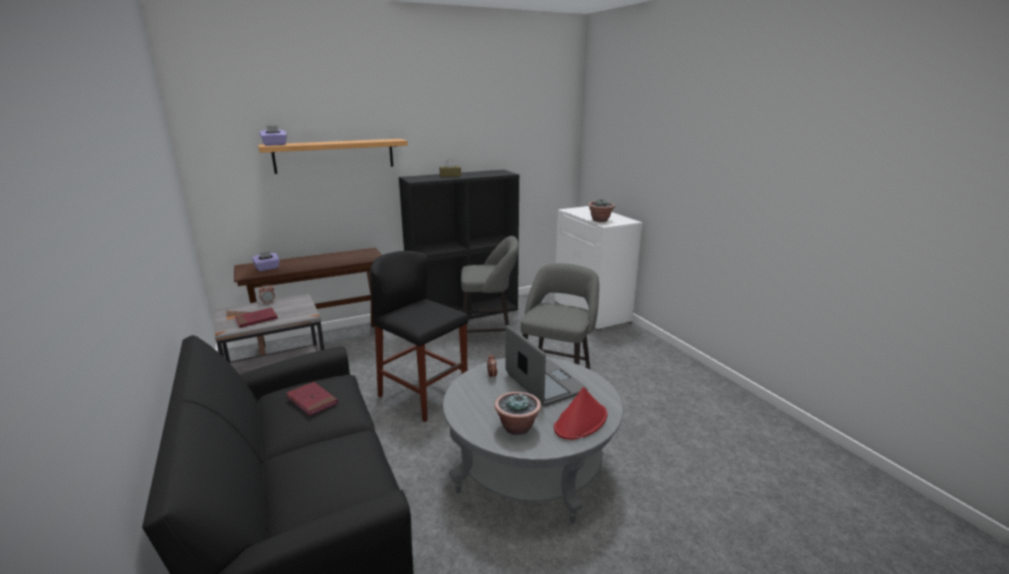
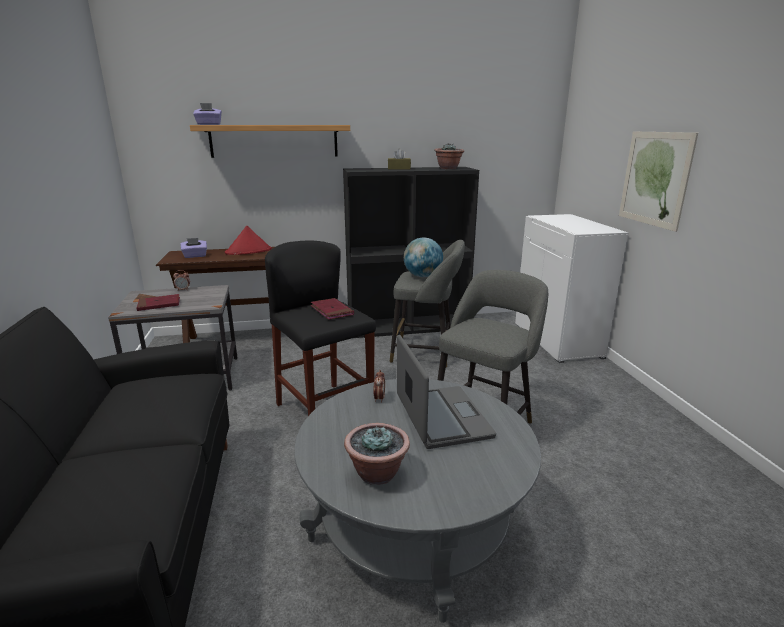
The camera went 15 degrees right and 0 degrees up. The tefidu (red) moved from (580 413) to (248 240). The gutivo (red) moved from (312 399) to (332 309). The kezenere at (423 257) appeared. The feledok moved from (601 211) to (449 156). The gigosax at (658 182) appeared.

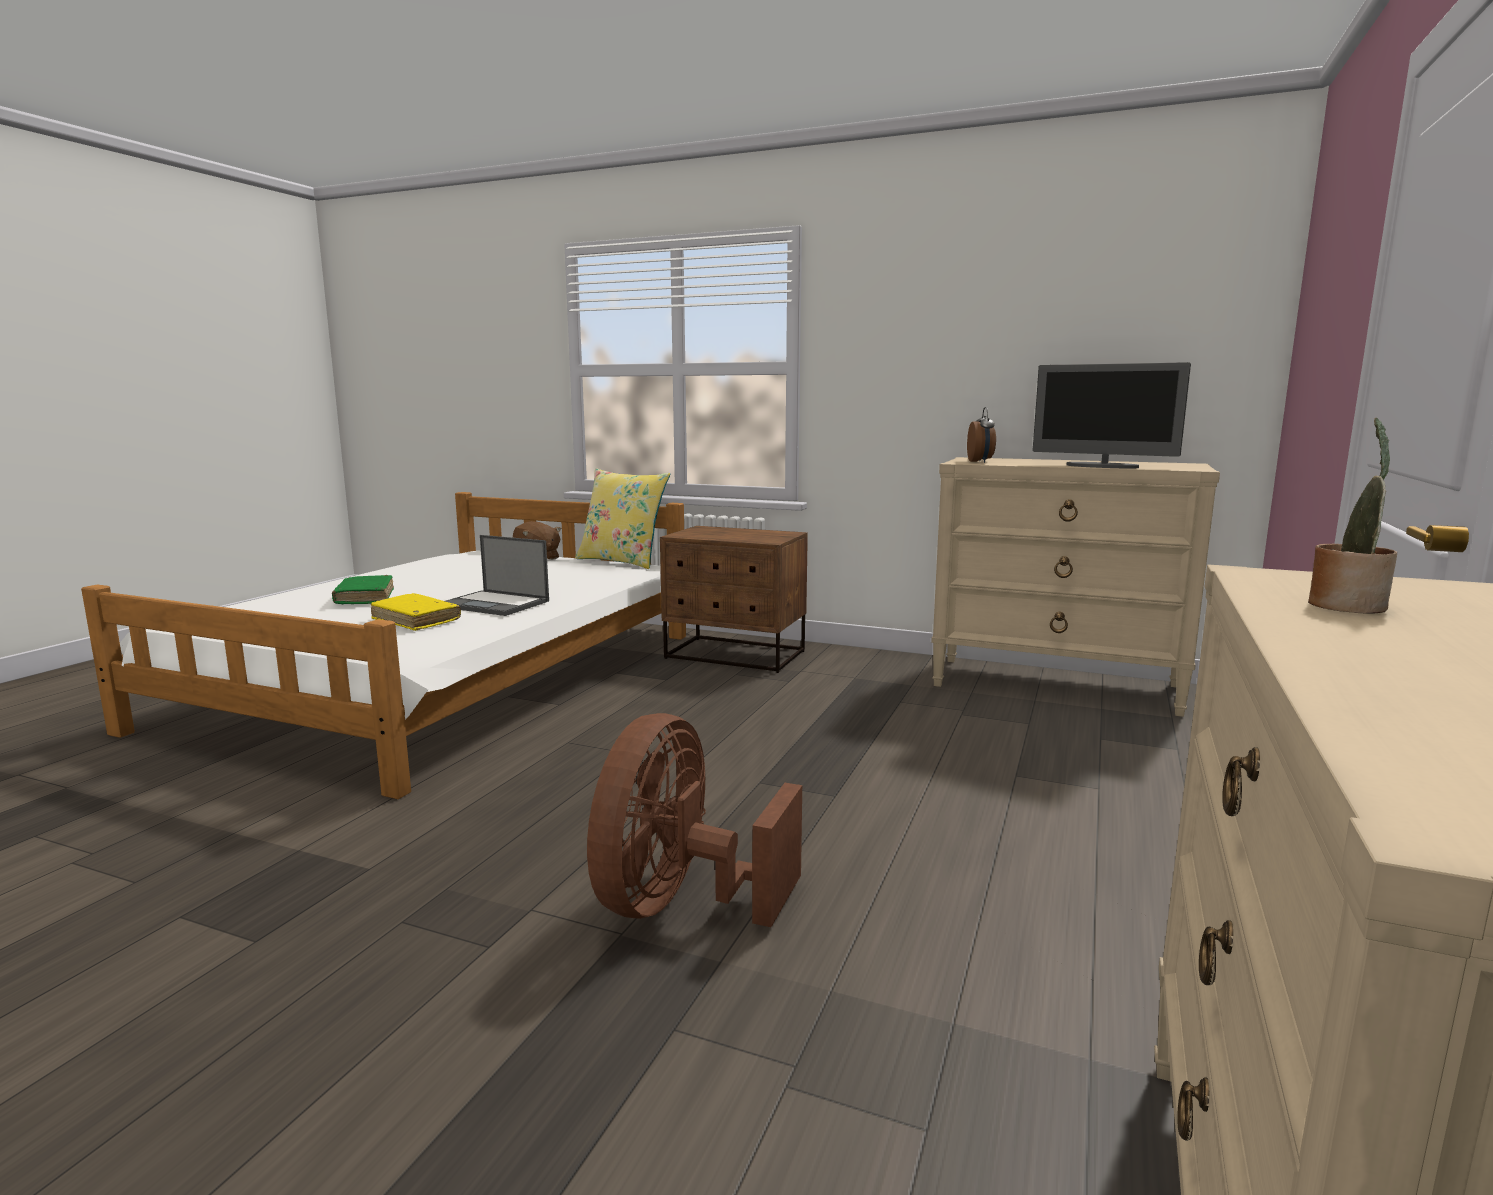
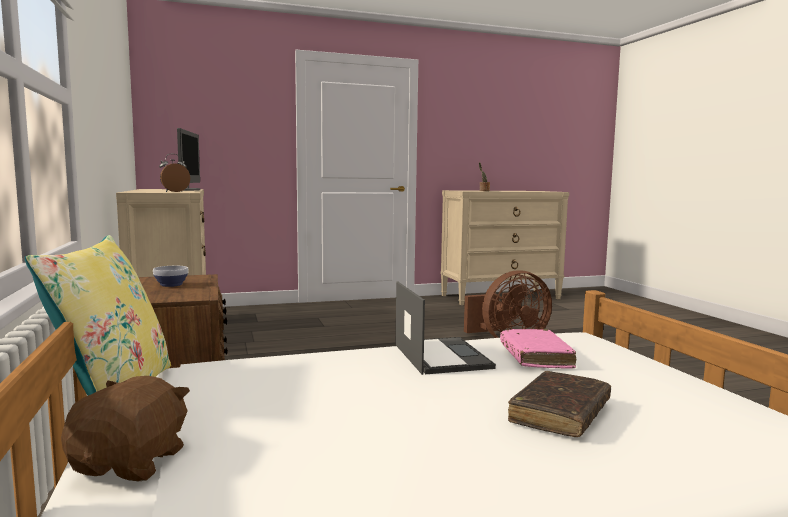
The camera went 130 degrees left and 5 degrees down. The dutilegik at (171 276) appeared. The gutivo (yellow) at (416 612) became the gutivo (pink) at (538 349). The gutivo (green) at (363 589) became the gutivo (brown) at (559 404).

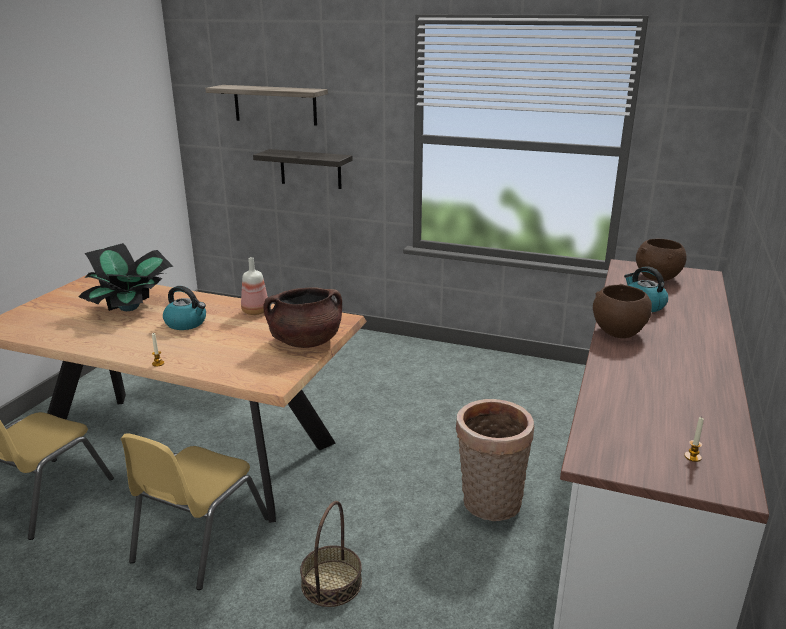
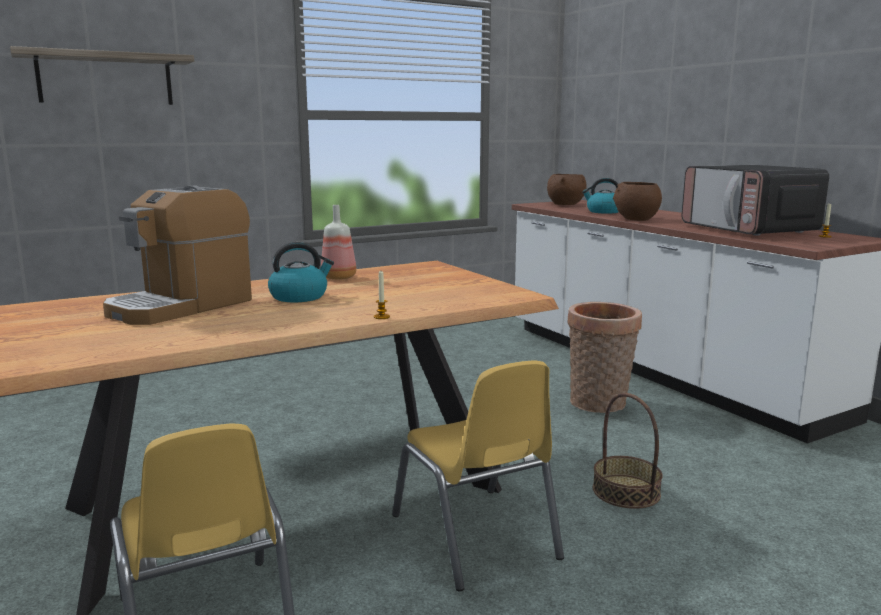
The camera went 50 degrees left and 10 degrees down. The feledok at (126 277) was replaced by the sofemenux at (177 255). The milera at (755 200) appeared. The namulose at (302 169) disappeared. The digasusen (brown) at (303 317) disappeared.

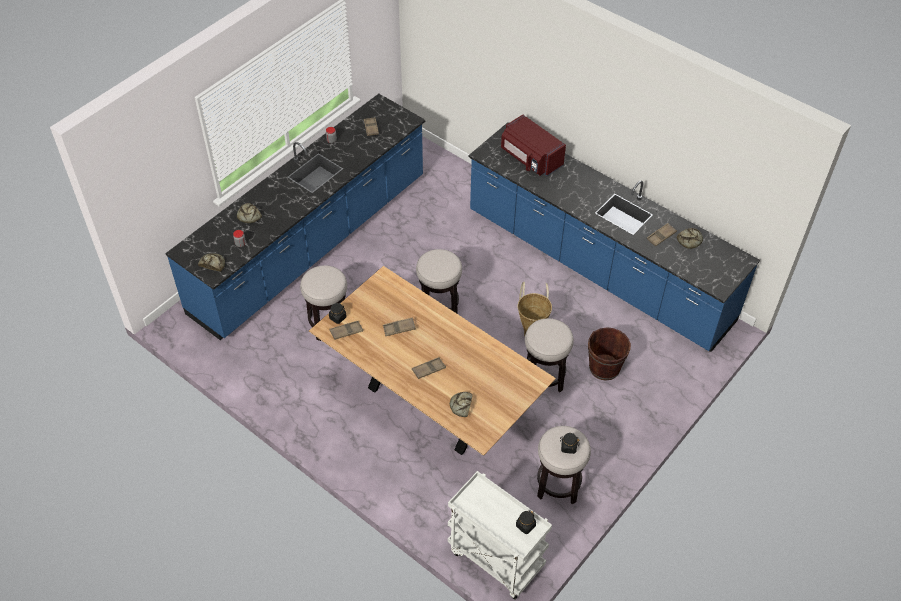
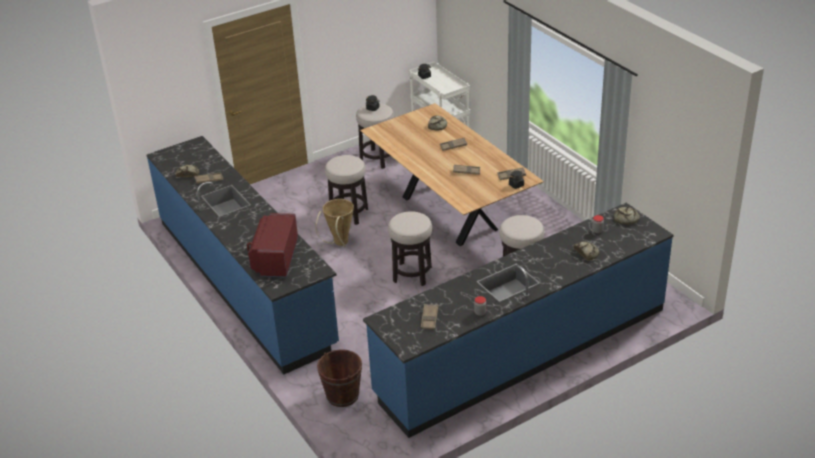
The camera went 160 degrees left and 15 degrees down. The milera (red) at (533 145) turned 150 degrees counterclockwise. The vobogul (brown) moved from (609 353) to (339 378).

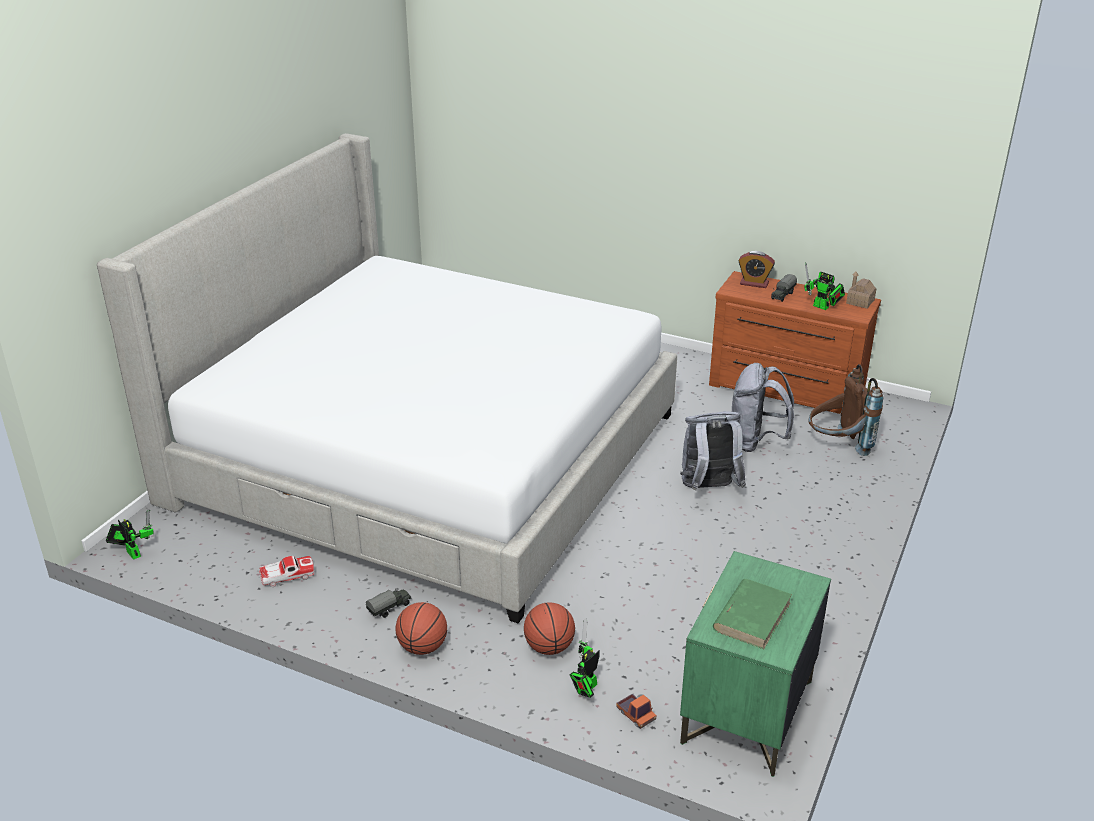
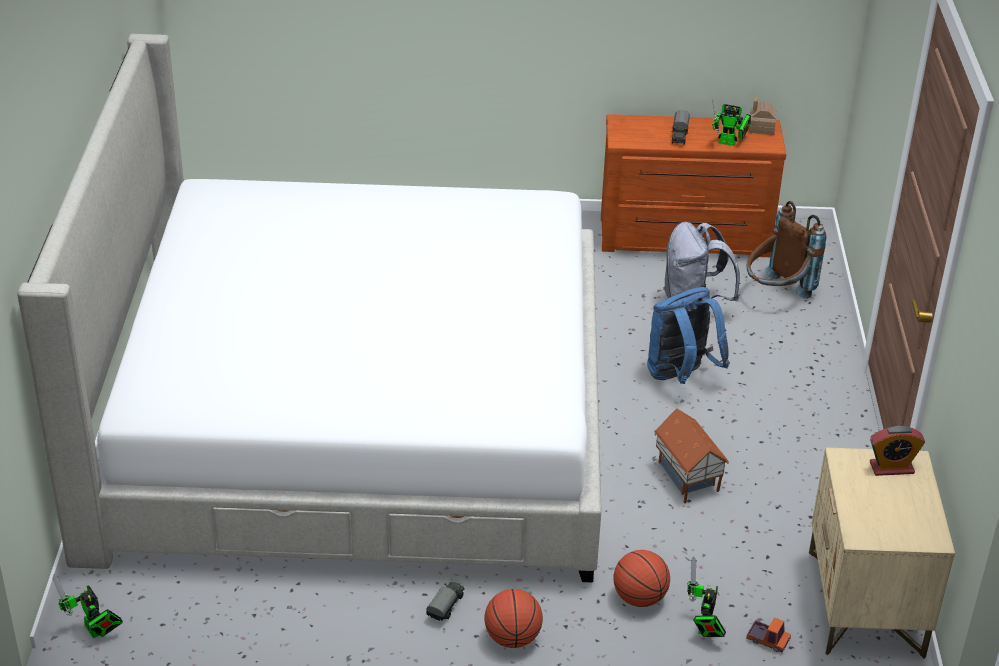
The camera went 25 degrees left and 5 degrees up. The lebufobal at (129 534) turned 150 degrees counterclockwise. The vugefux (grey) at (713 450) became the vugefux (blue) at (688 335). The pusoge at (691 455) appeared. The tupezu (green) at (755 664) became the tupezu (beige) at (882 553). The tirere moved from (757 269) to (897 451). The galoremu at (286 571) disappeared. The gutivo (green) at (752 614) disappeared.

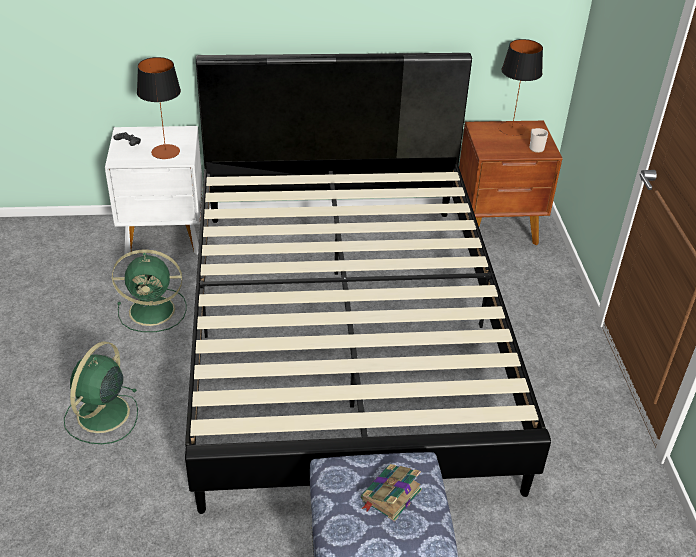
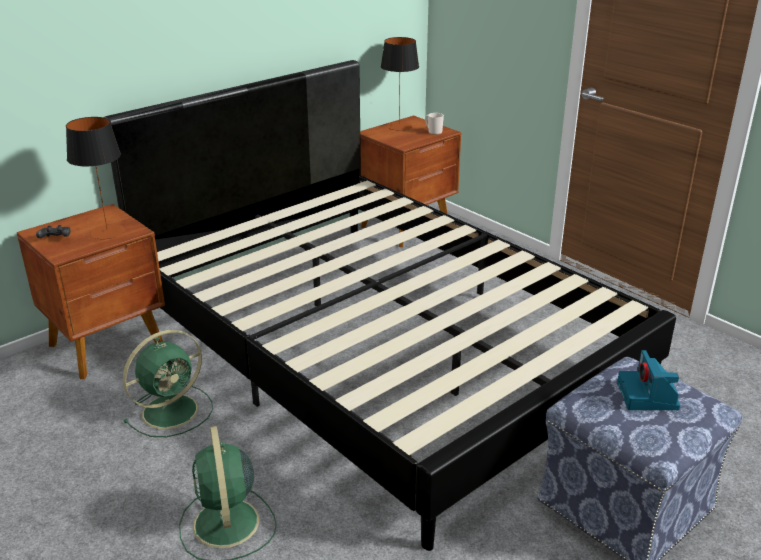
The camera went 35 degrees left and 10 degrees down. The tupezu (white) at (154 191) became the tupezu (brown) at (91 291). The gutivo at (391 493) was replaced by the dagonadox at (648 380).

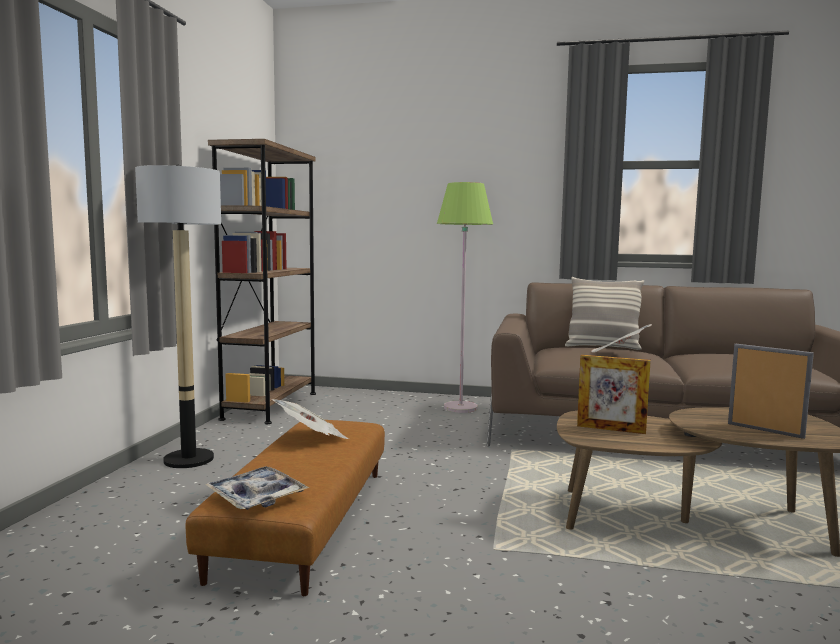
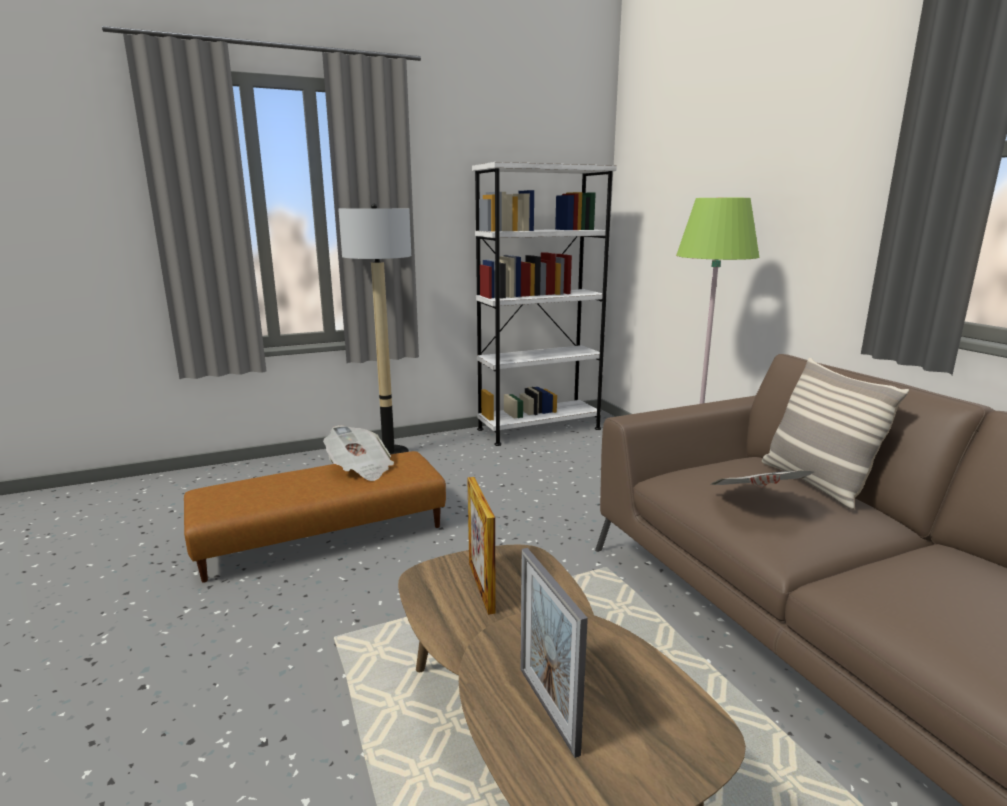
The camera went 55 degrees right and 10 degrees up. The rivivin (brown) at (262 281) became the rivivin (white) at (544 304). The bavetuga at (771 391) turned 150 degrees clockwise. The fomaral at (256 488) disappeared.

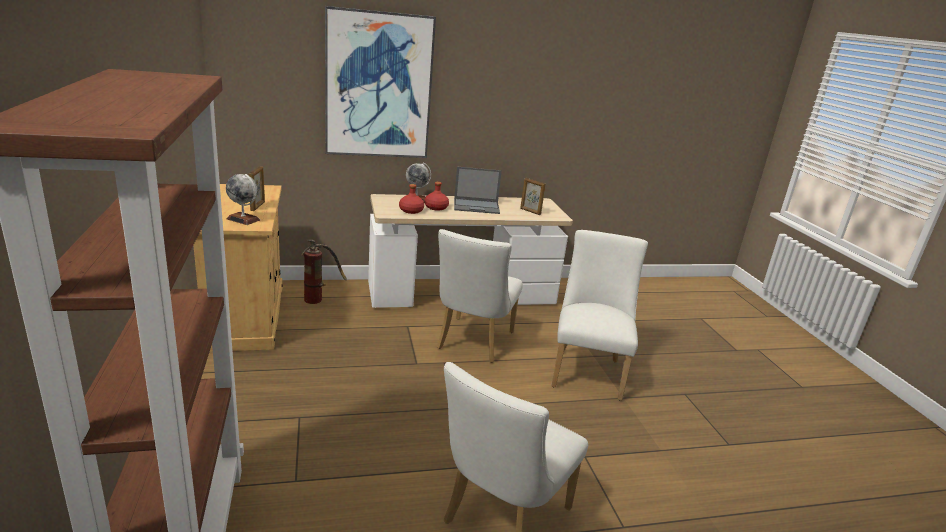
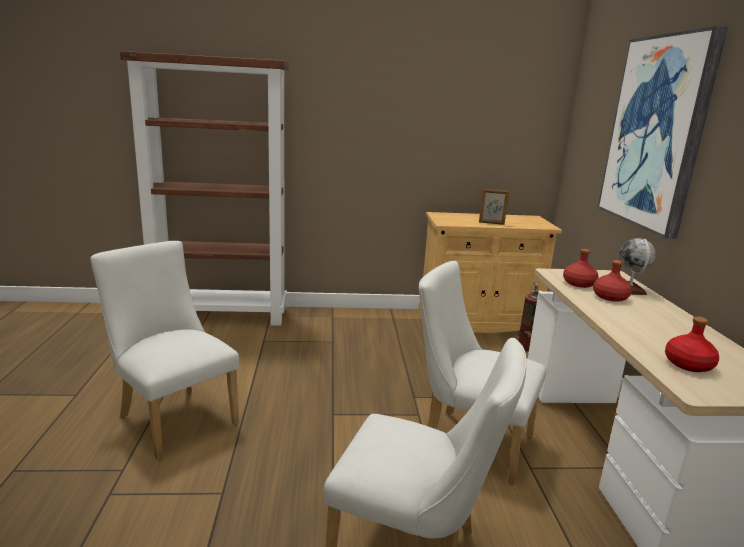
The camera went 100 degrees right and 5 degrees down. The bavetuga at (533 196) was replaced by the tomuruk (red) at (692 344). The kezenere at (243 199) disappeared. The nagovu at (478 190) disappeared.

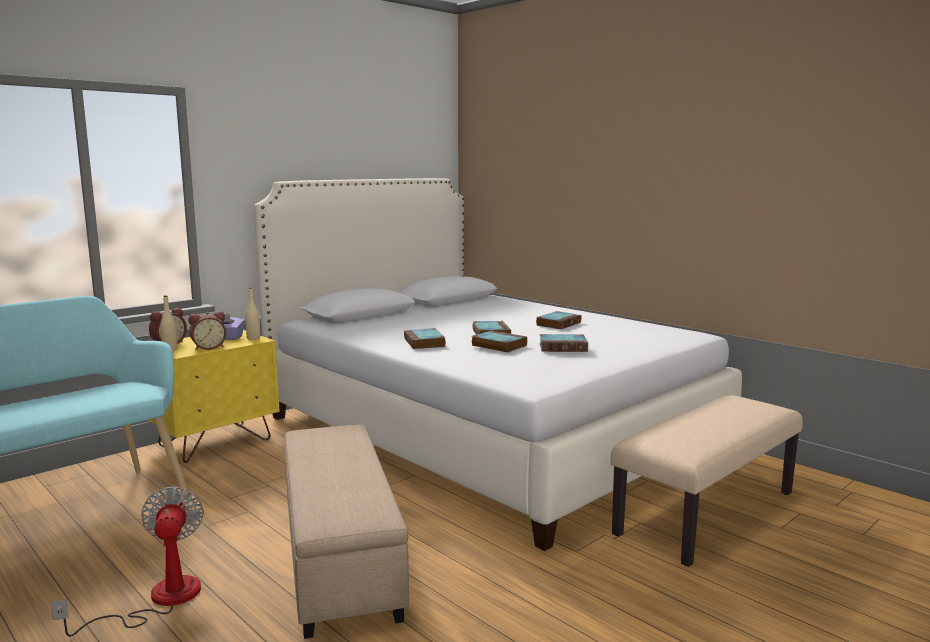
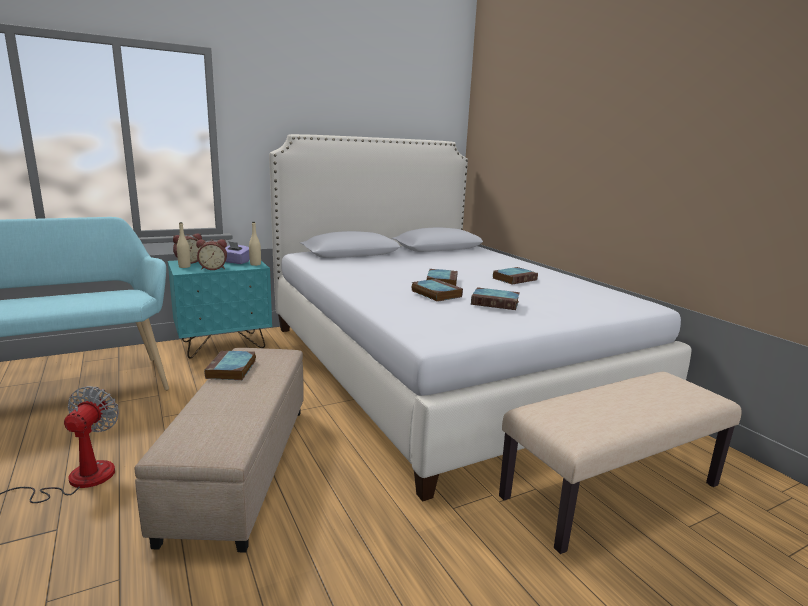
The camera went 15 degrees right and 5 degrees up. The tupezu (yellow) at (214 396) became the tupezu (turquoise) at (220 309). The gutivo moved from (425 338) to (230 365).

